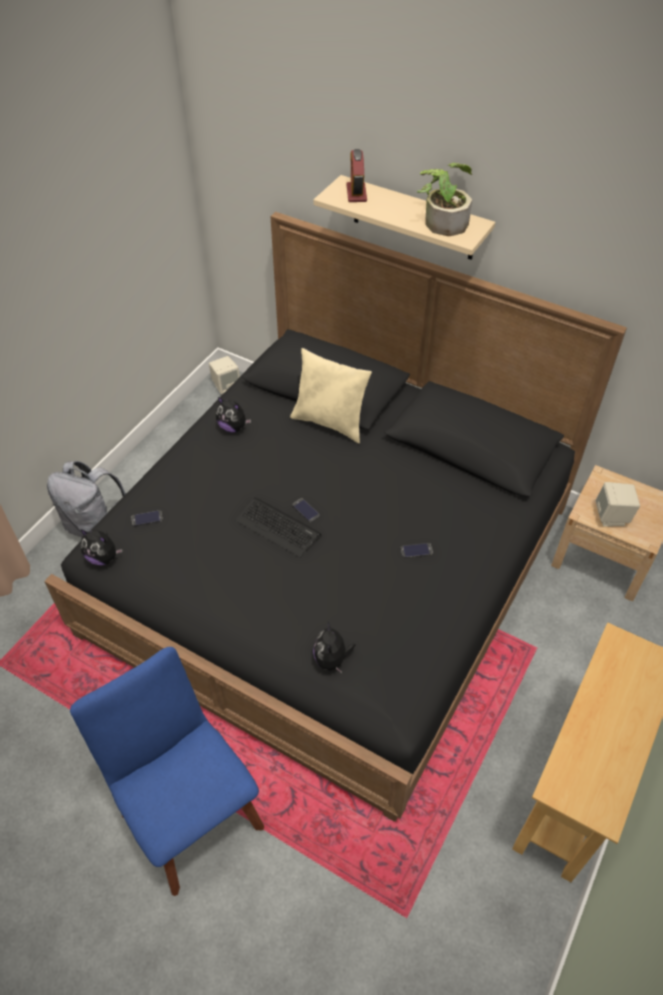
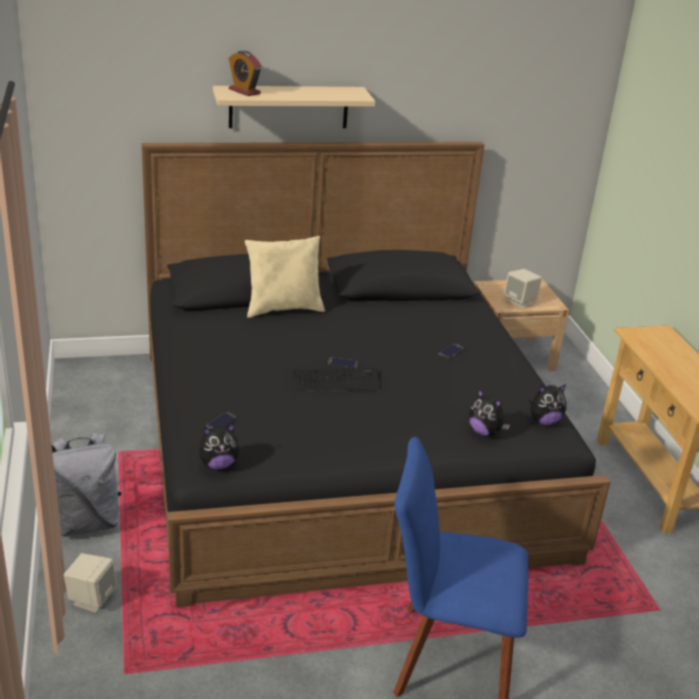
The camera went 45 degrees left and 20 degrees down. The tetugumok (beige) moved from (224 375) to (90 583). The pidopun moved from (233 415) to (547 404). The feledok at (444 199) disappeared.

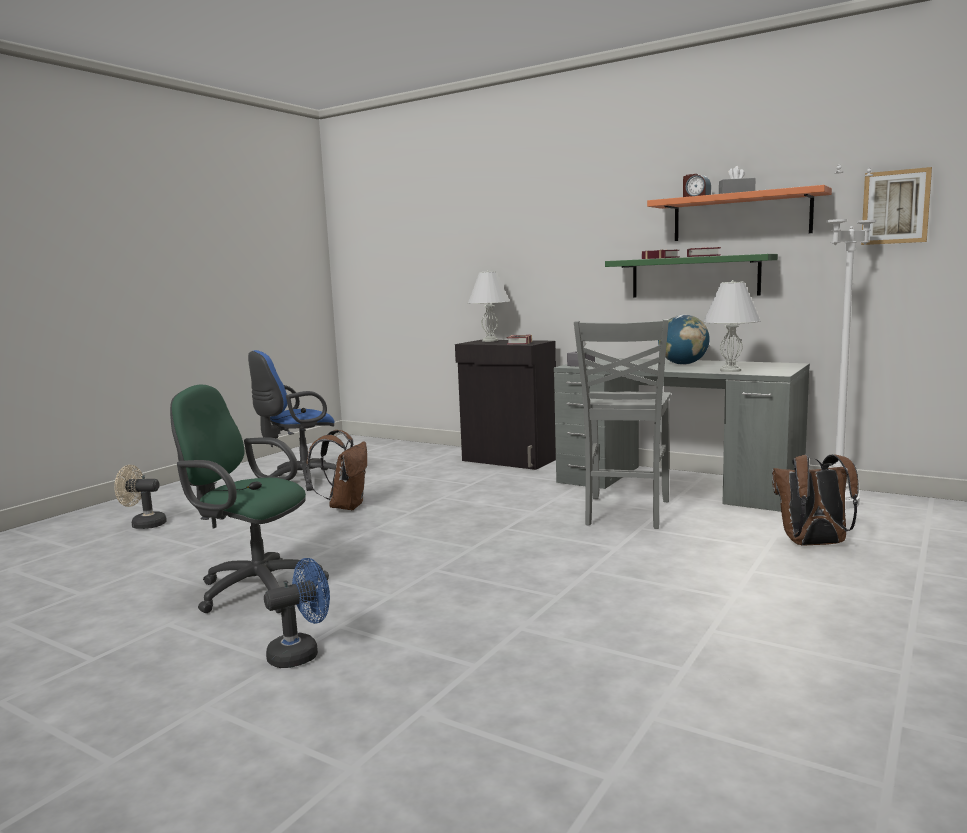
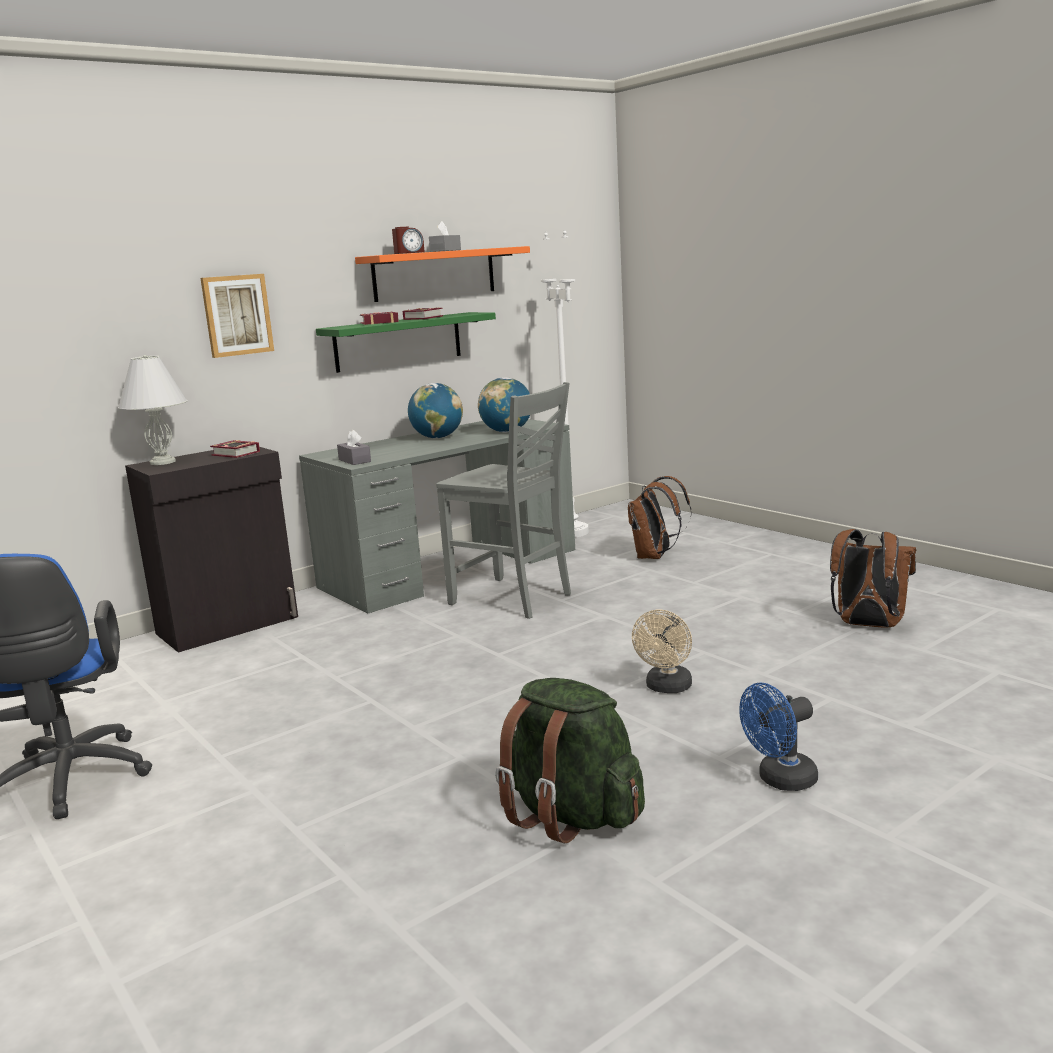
The camera went 70 degrees left and 5 degrees up. The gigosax moved from (896 206) to (237 316). The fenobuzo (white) at (732 326) was replaced by the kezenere at (504 404). The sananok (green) at (249 499) was replaced by the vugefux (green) at (570 760). The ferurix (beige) moved from (140 497) to (662 651). The ferurix (blue) at (297 613) turned 105 degrees counterclockwise. The vugefux (brown) moved from (336 470) to (873 578).

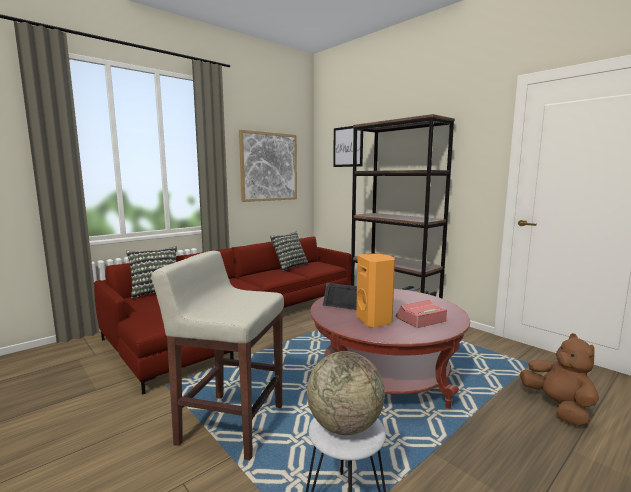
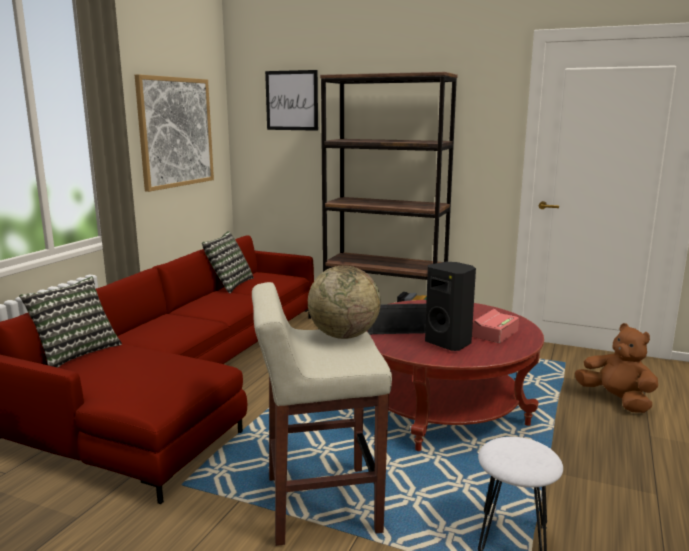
The camera went 25 degrees left and 5 degrees up. The kezenere moved from (346 393) to (344 302). The tetugumok (orange) at (375 290) became the tetugumok (black) at (450 306).

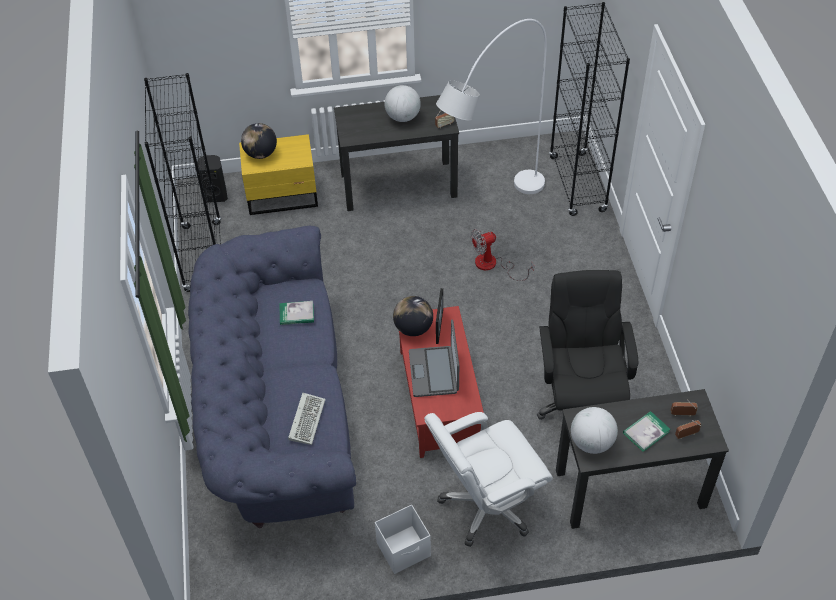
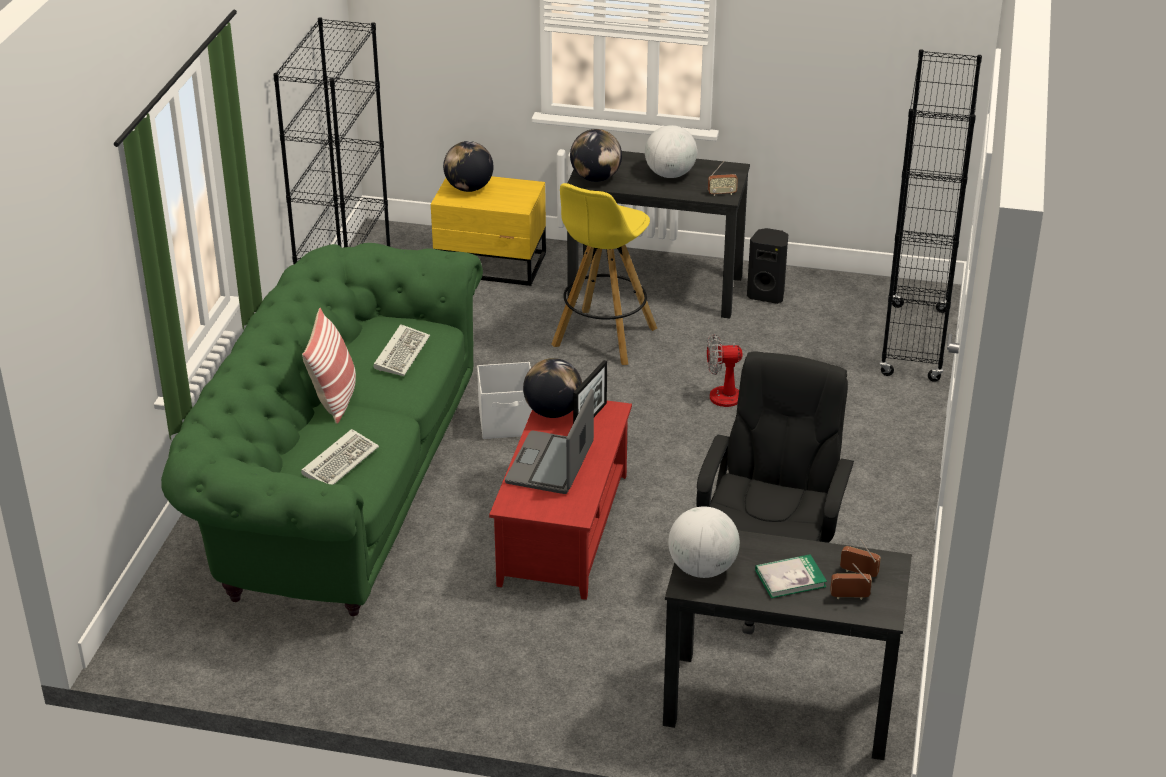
The camera went 20 degrees right and 15 degrees down. The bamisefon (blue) at (272 377) became the bamisefon (green) at (322 429). The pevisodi at (329 366) appeared. The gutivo at (297 313) was replaced by the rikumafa at (402 350). The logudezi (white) moved from (403 539) to (504 400). The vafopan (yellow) at (604 274) appeared. The kezenere at (596 155) appeared. The tetugumok (black) moved from (213 179) to (767 266). The sananok (white) at (488 479) disappeared. The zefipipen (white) at (491 106) disappeared.

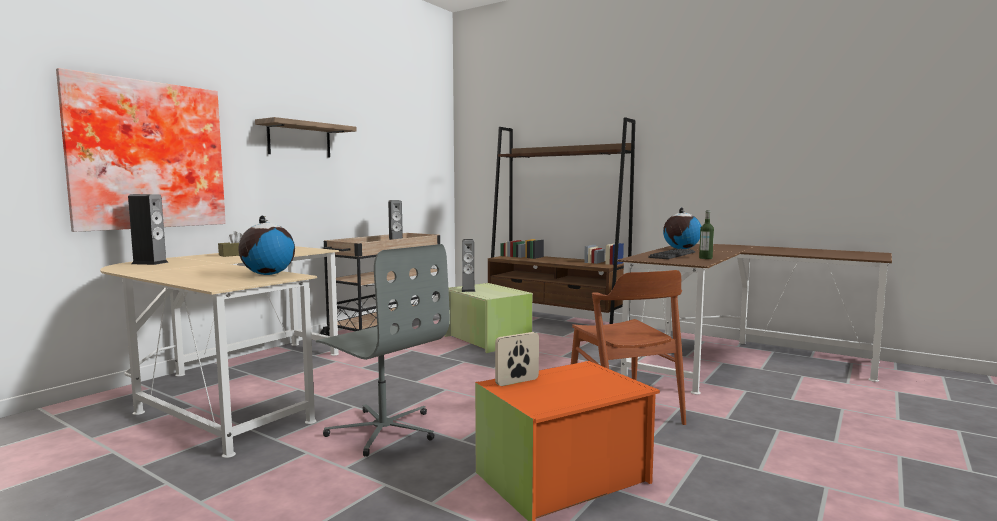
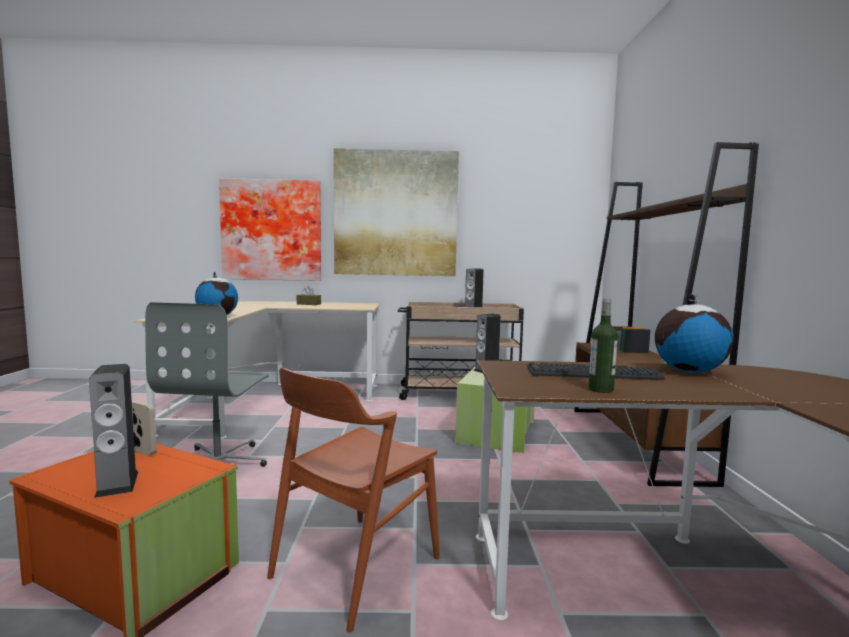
The camera went 55 degrees right and 0 degrees up. The tetugumok moved from (148 229) to (113 431). The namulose at (306 137) was replaced by the gigosax at (396 212).

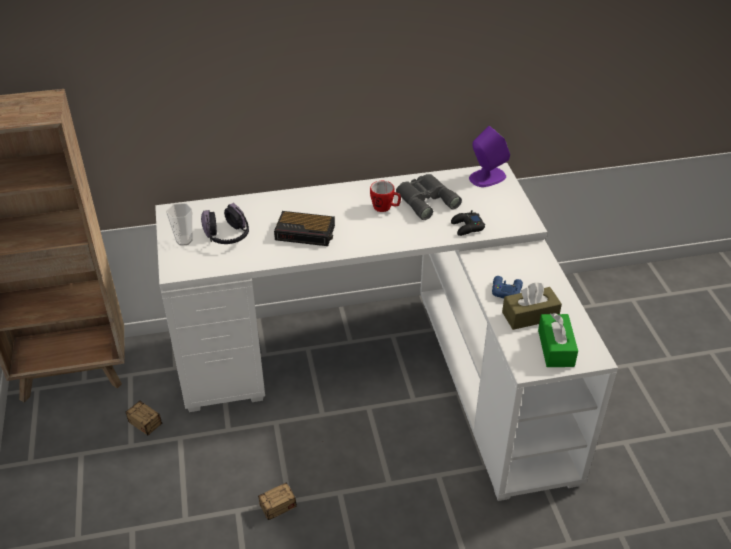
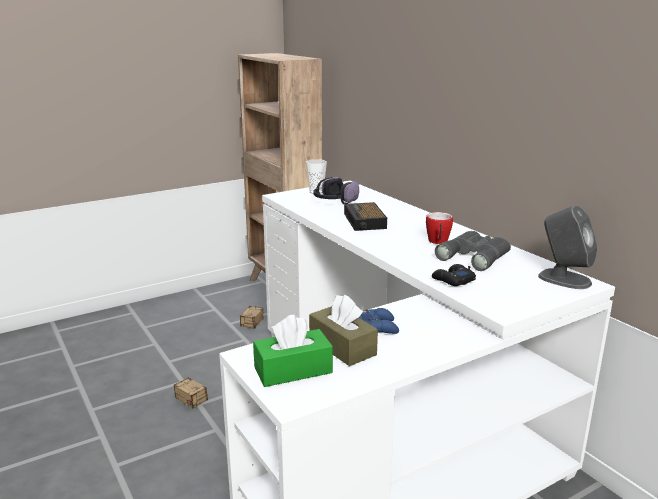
The camera went 70 degrees right and 20 degrees down. The tetugumok (purple) at (489 156) became the tetugumok (grey) at (567 247).

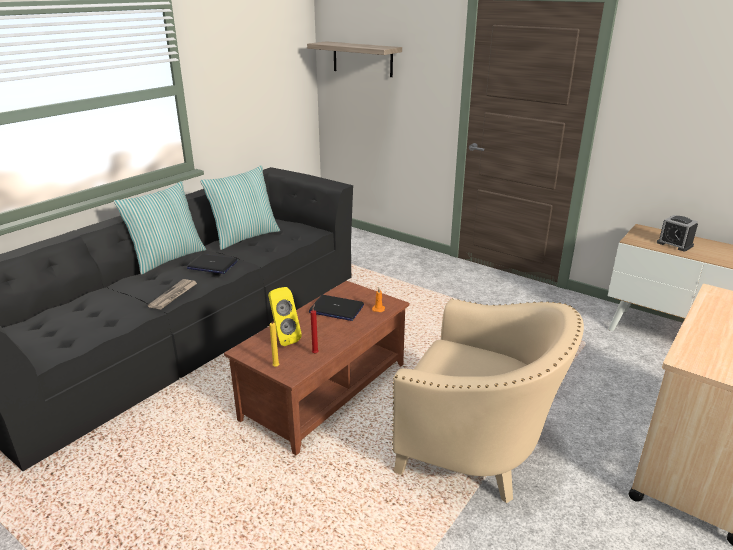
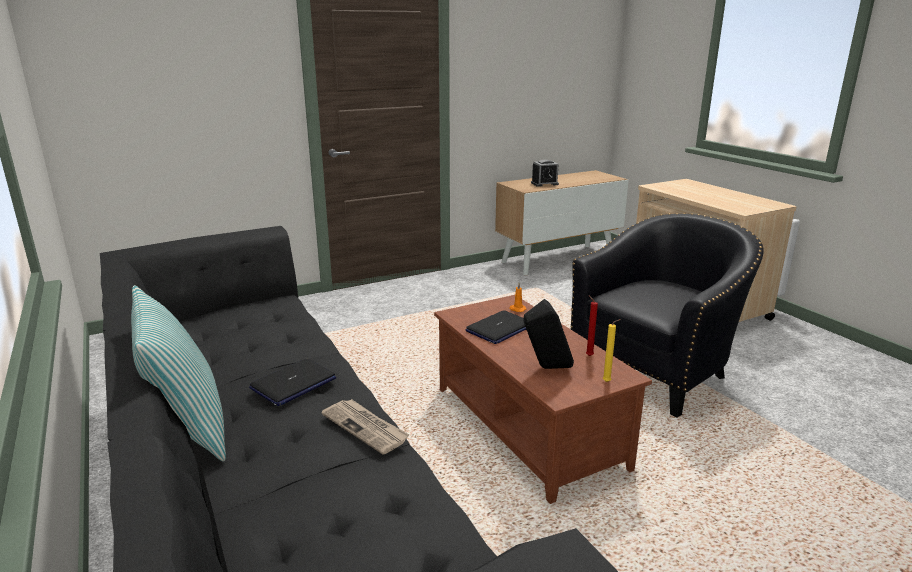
The camera went 65 degrees left and 5 degrees down. The tetugumok (yellow) at (285 316) became the tetugumok (black) at (548 334). The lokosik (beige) at (488 400) became the lokosik (black) at (667 315). The pevisodi at (240 207) disappeared. The namulose at (354 59) disappeared.

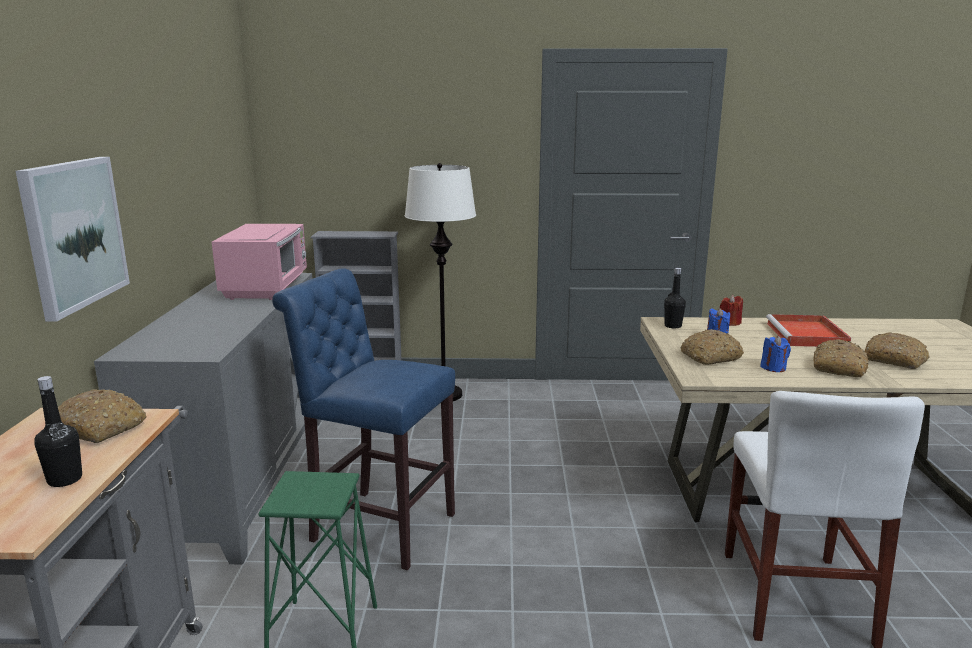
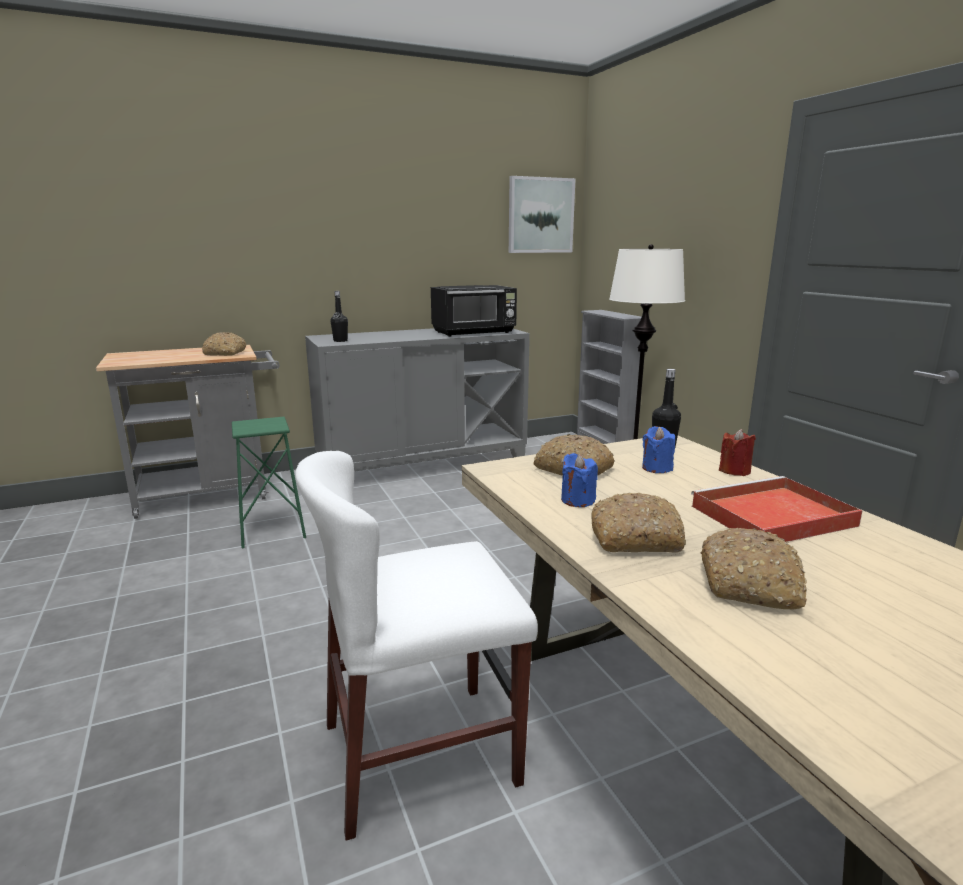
The camera went 65 degrees right and 0 degrees up. The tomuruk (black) moved from (58 431) to (339 316). The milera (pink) at (259 262) became the milera (black) at (474 311). The gigosax moved from (73 239) to (542 214). The vafopan (blue) at (363 419) disappeared.

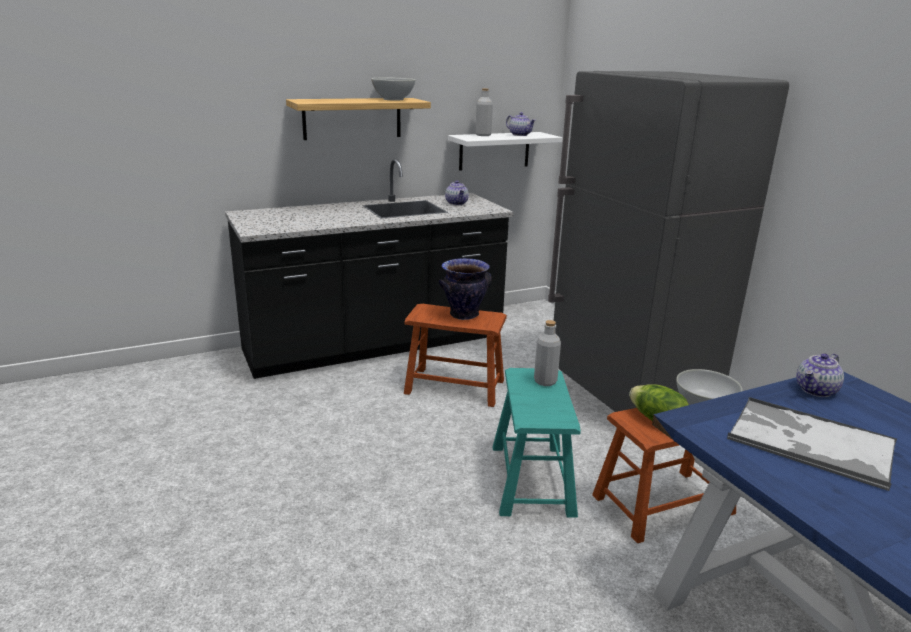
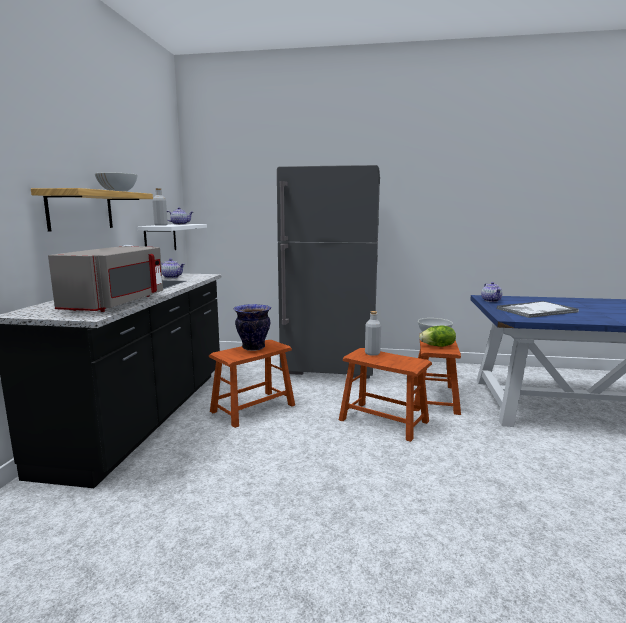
The camera went 55 degrees left and 10 degrees down. The milera (grey) at (105 279) appeared. The vafopan (turquoise) at (537 443) became the vafopan (brown) at (385 395).

